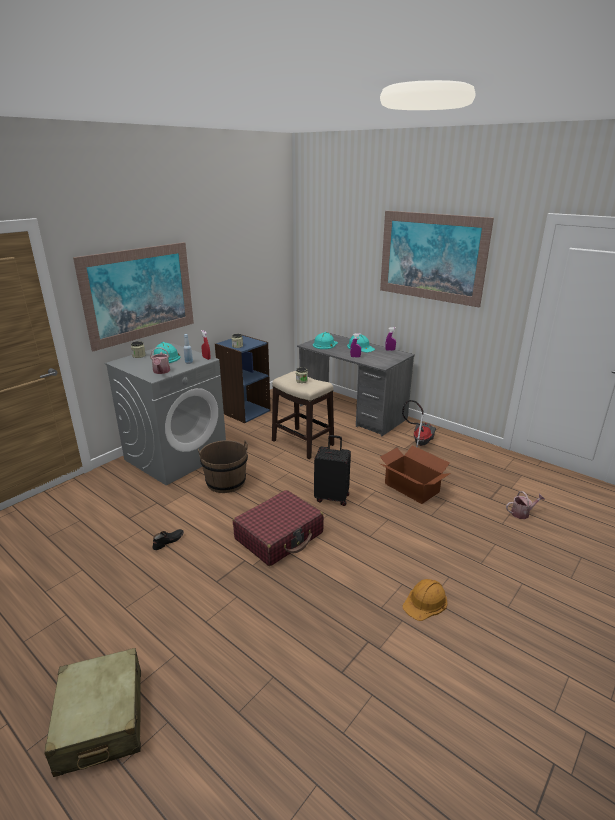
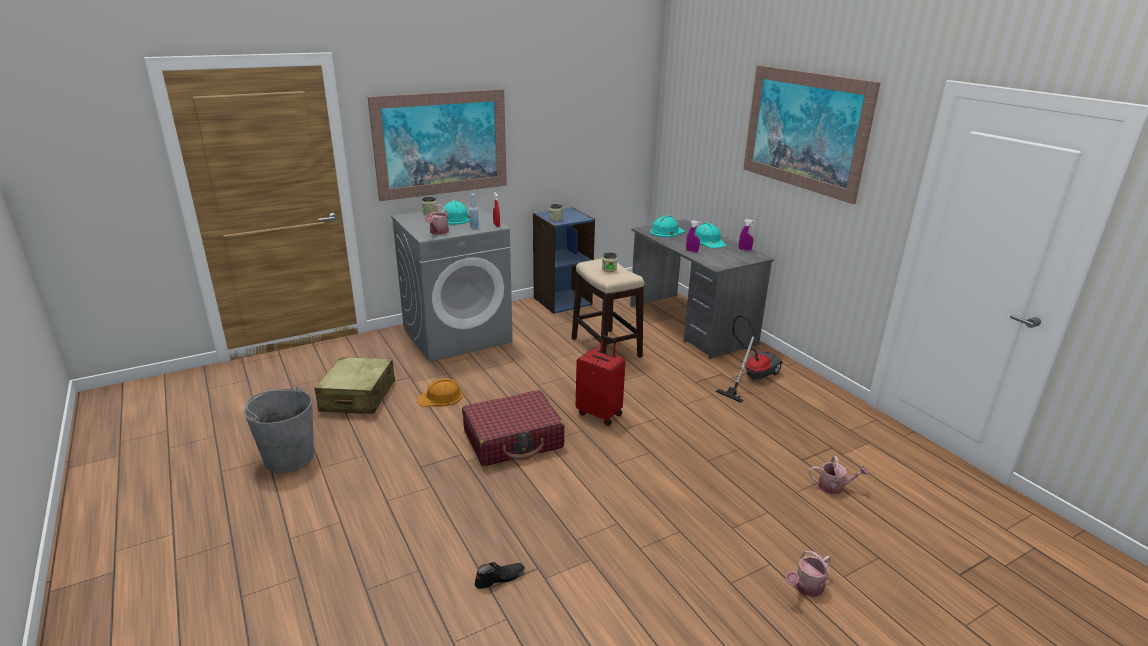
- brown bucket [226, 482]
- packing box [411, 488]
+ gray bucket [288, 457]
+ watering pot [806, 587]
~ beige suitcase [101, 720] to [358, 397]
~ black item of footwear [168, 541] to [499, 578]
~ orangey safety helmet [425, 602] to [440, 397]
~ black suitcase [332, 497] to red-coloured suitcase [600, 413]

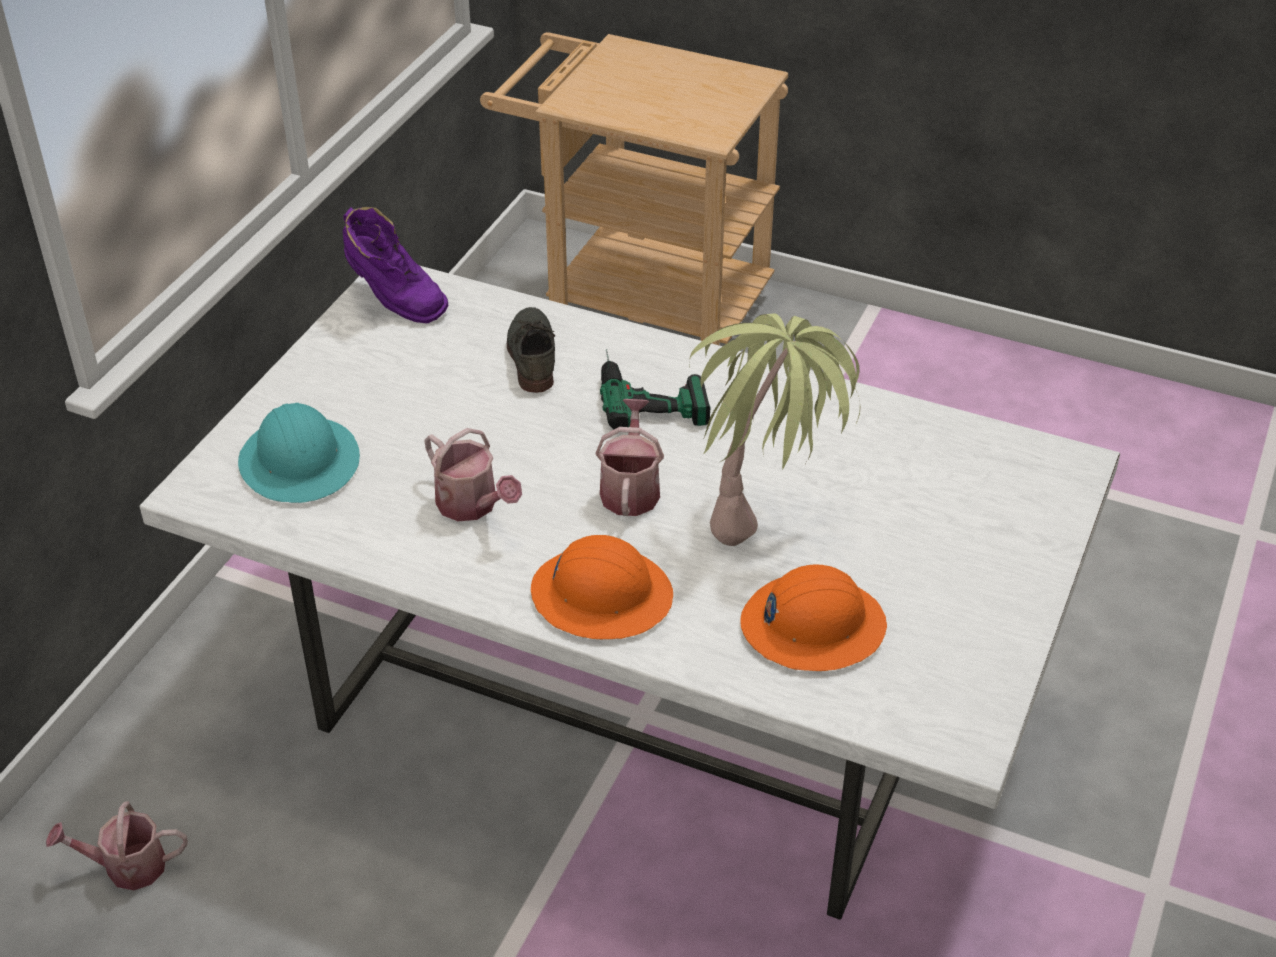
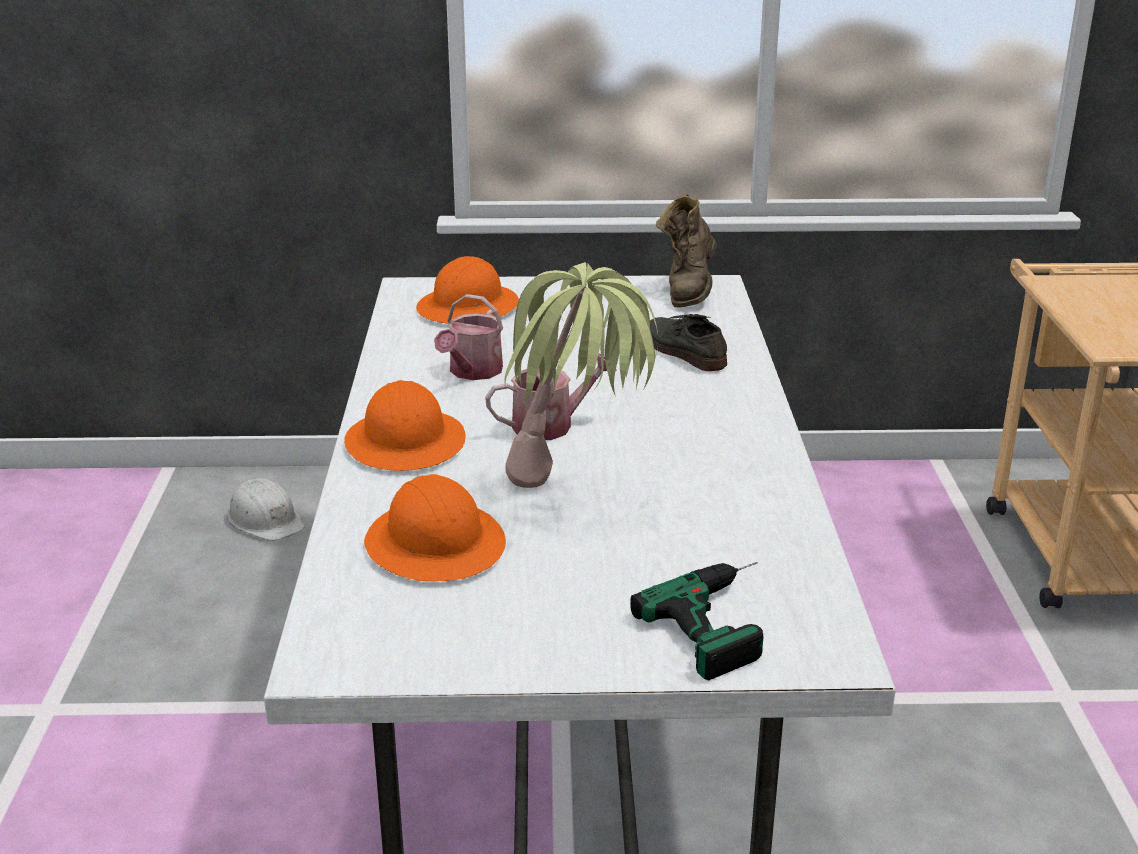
~ drill [650, 392] to [726, 621]
~ watering pot [127, 866] to white-coloured safety helmet [265, 520]
~ turquoise-coloured safety helmet [300, 462] to orangey safety helmet [468, 308]
~ purple high-top boot [394, 300] to brown high-top boot [689, 291]
~ gray item of footwear [531, 354] = [682, 351] 90 degrees counterclockwise

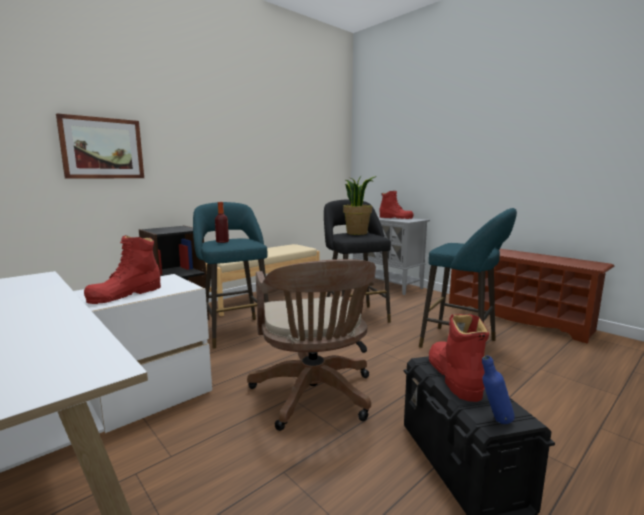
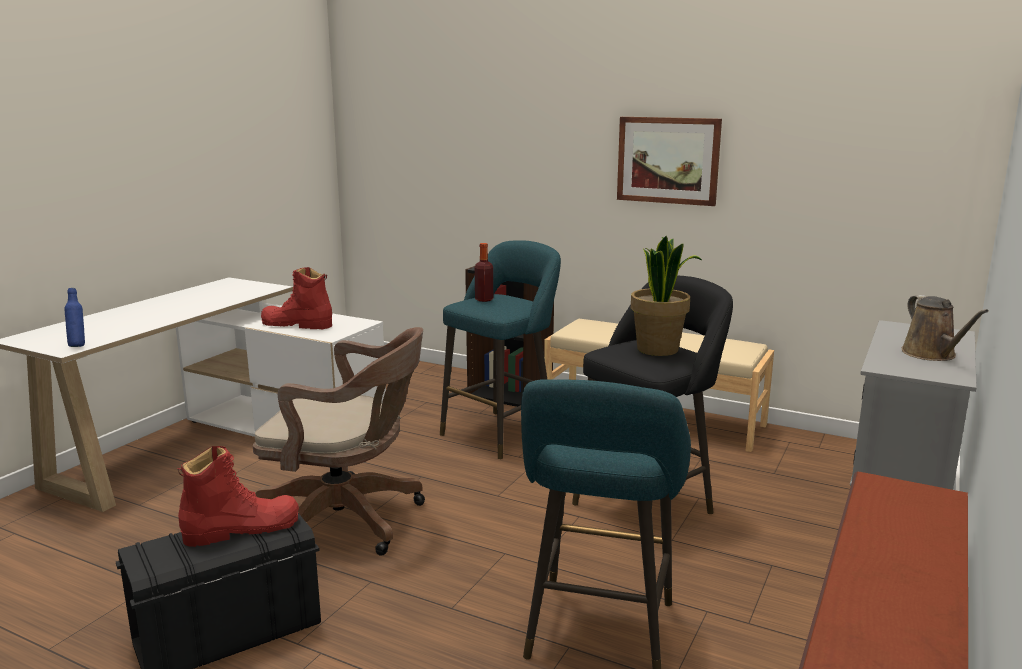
~ wall picture [102, 148] to [668, 160]
~ blue-coloured beverage bottle [494, 421] to [78, 346]
~ red-coloured high-top boot [396, 218] to brown watering pot [932, 355]
~ brown computer chair [315, 397] = [348, 520] 135 degrees counterclockwise

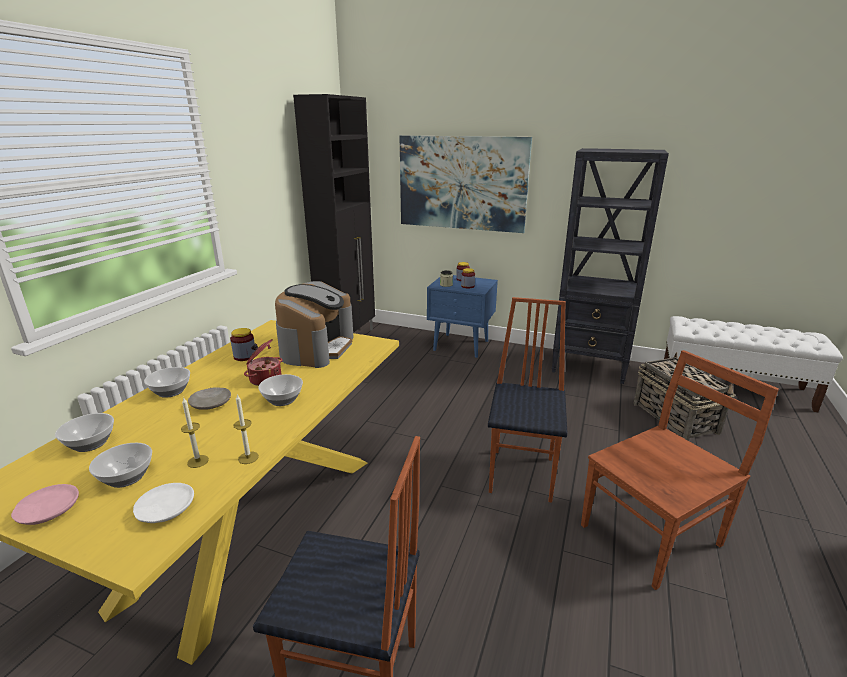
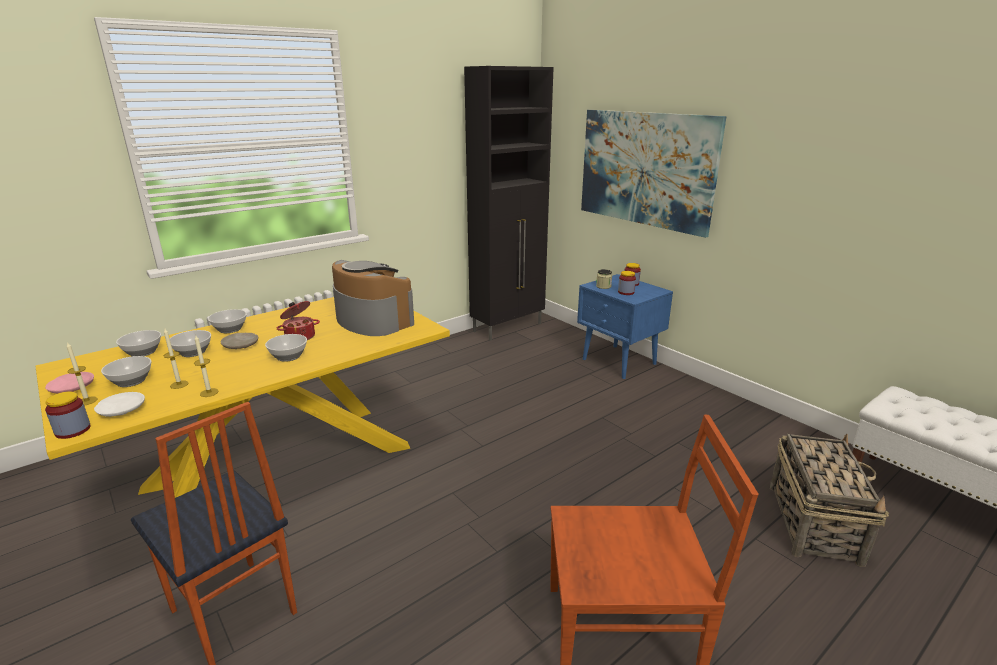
- plain chair [523, 474]
- black bookcase [589, 366]
+ candle [87, 401]
+ deep dish [193, 353]
~ preserve jar [245, 356] to [73, 430]
~ coffee maker [317, 347] = [372, 320] 90 degrees counterclockwise

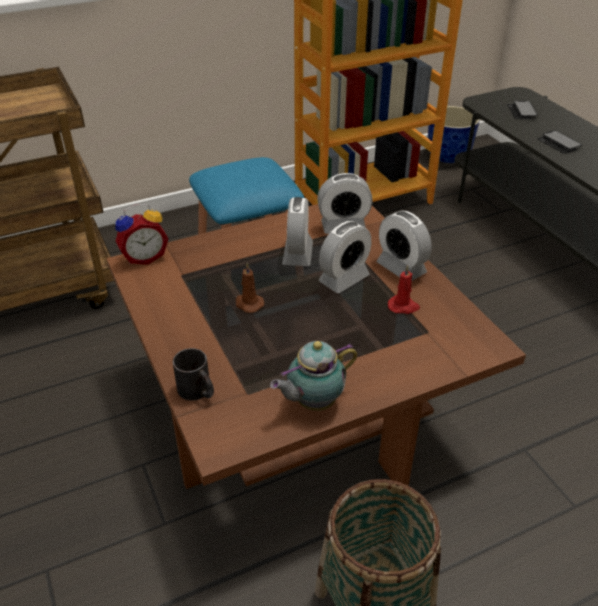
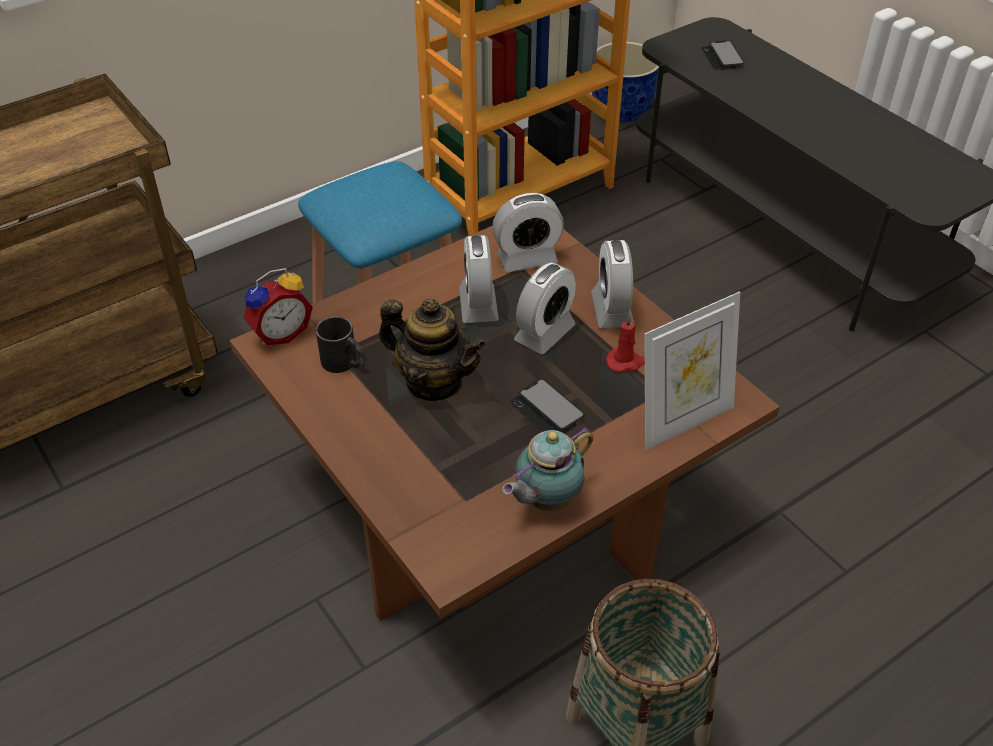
+ standing frame [683, 421]
~ black tea mug [198, 392] to [344, 363]
~ phone [559, 143] to [547, 410]
~ brown candle [248, 304] to tea pot [434, 382]
~ alarm clock [401, 268] = [612, 310] 45 degrees clockwise

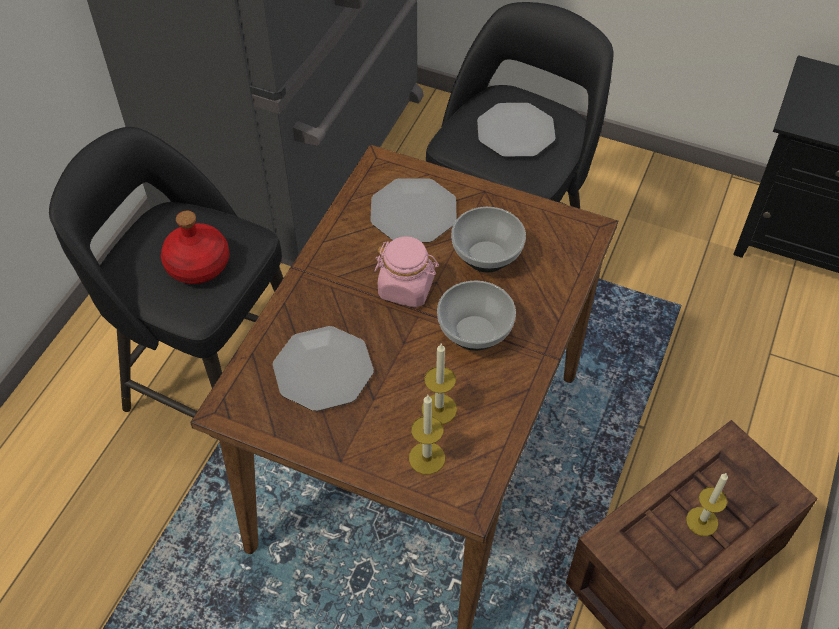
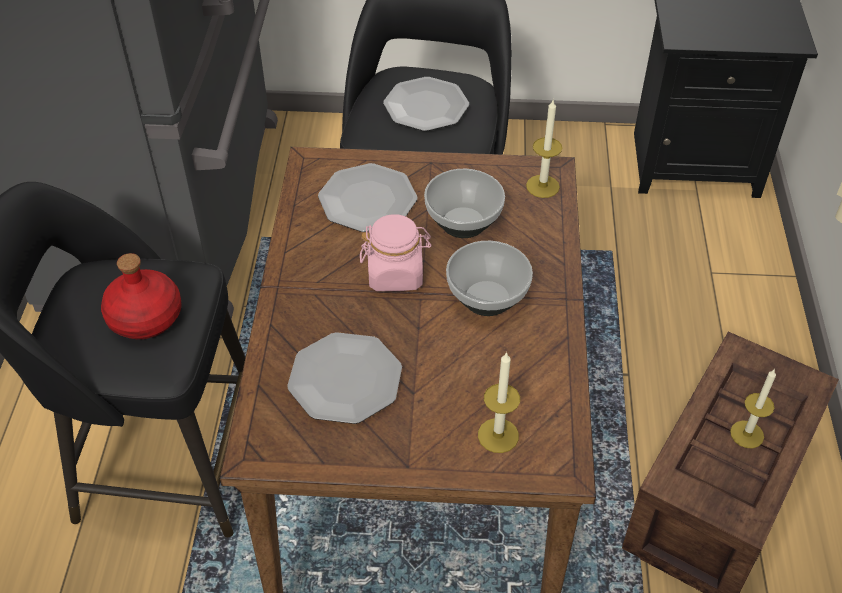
~ candle [439, 409] to [542, 186]

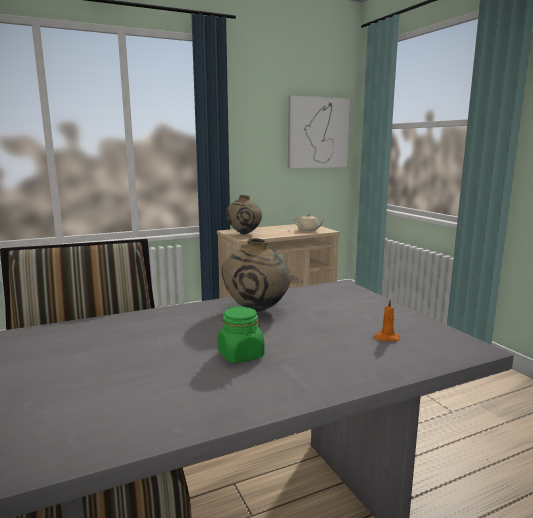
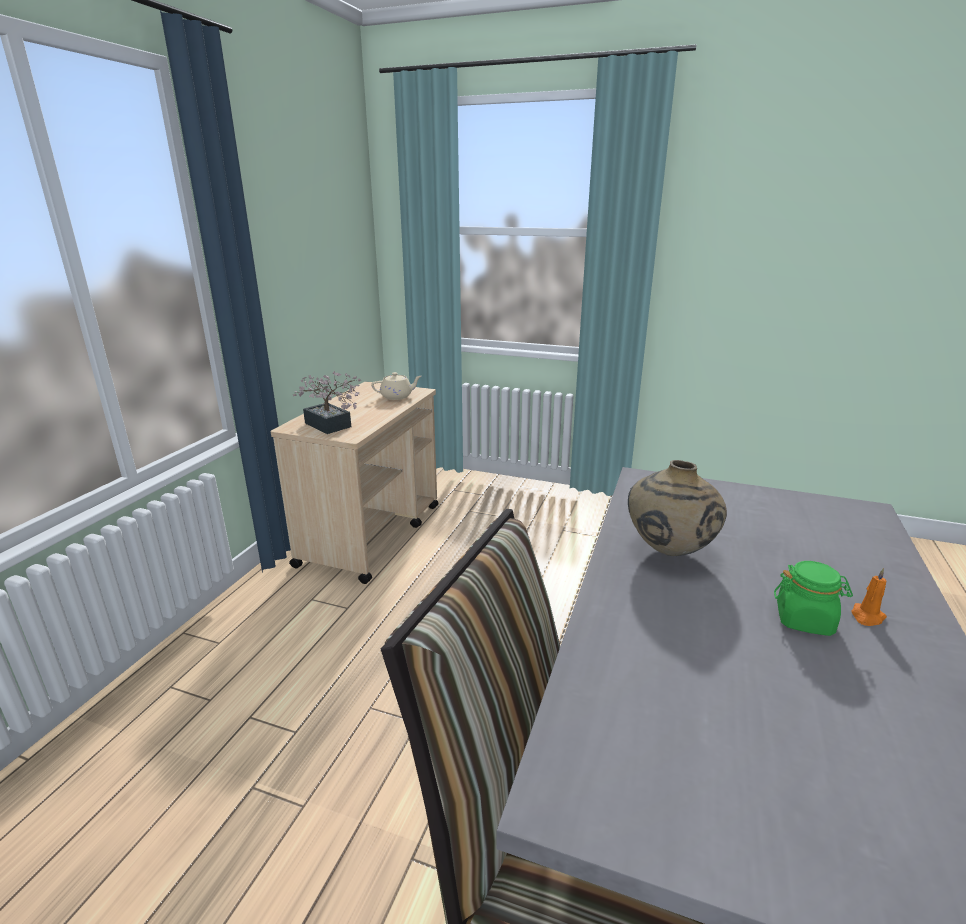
- wall picture [318, 133]
~ orangey candle [385, 338] to [867, 616]
~ beige decorative vase [244, 234] to plant in a pot [330, 426]

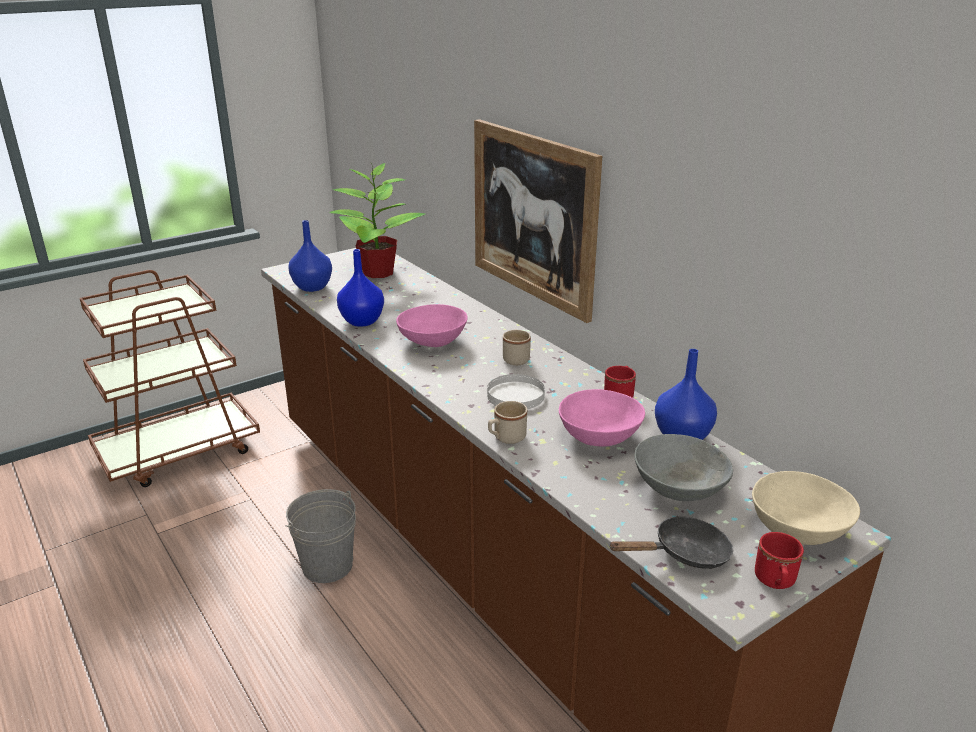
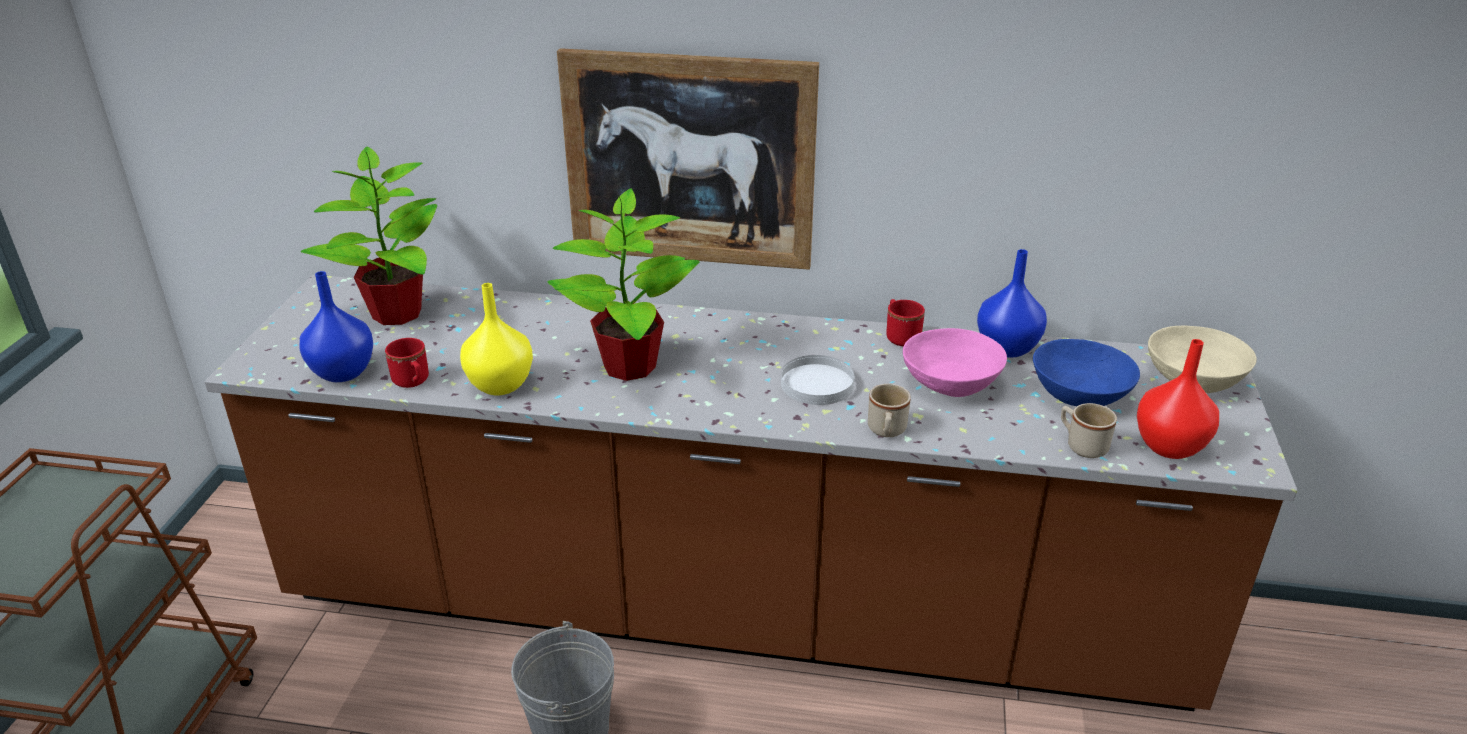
~ beige tea mug [516, 358] to [1081, 445]
~ red-coloured tea mug [775, 582] to [413, 382]
~ pinkish deep dish [433, 340] to plant in a pot [628, 367]
~ black pan [684, 554] to red-coloured decorative vase [1170, 447]
~ blue-coloured decorative vase [361, 321] to yellowish decorative vase [499, 385]
~ gray deep dish [678, 488] to blue-coloured deep dish [1079, 396]

